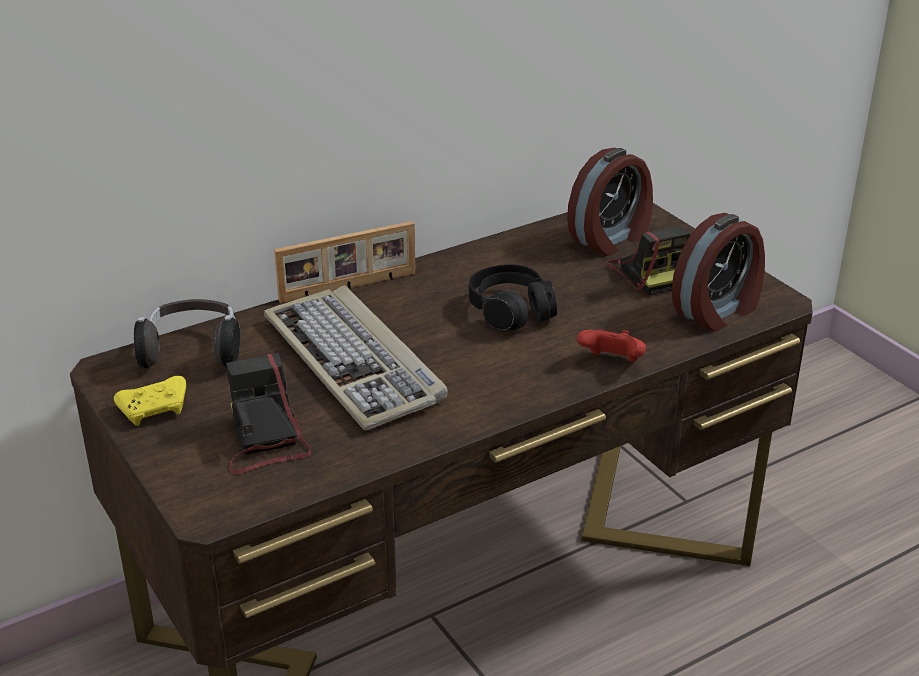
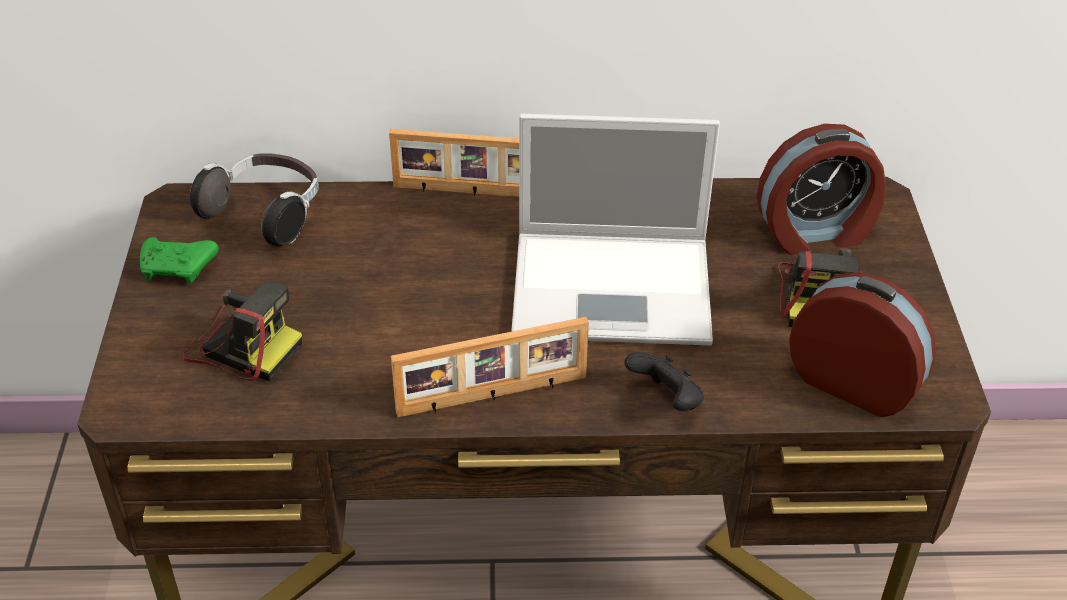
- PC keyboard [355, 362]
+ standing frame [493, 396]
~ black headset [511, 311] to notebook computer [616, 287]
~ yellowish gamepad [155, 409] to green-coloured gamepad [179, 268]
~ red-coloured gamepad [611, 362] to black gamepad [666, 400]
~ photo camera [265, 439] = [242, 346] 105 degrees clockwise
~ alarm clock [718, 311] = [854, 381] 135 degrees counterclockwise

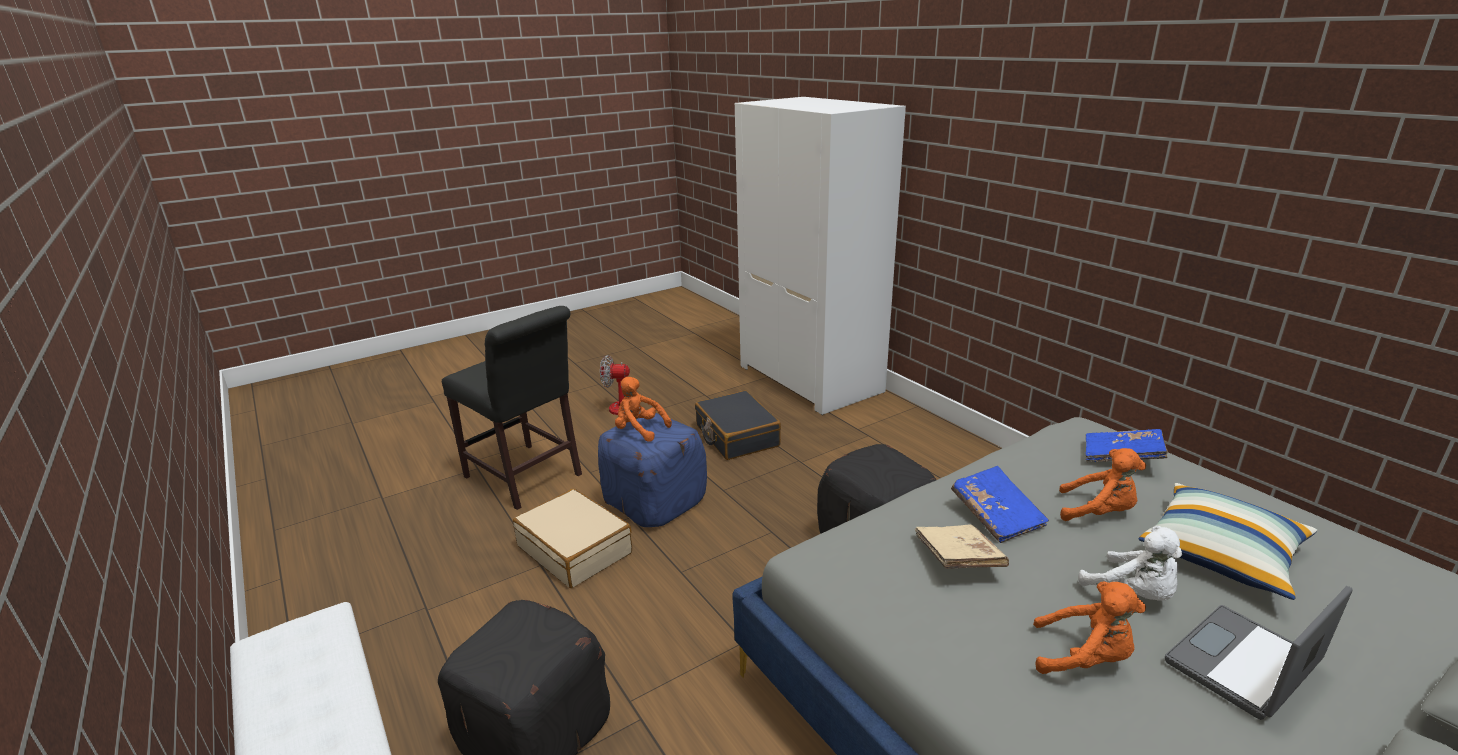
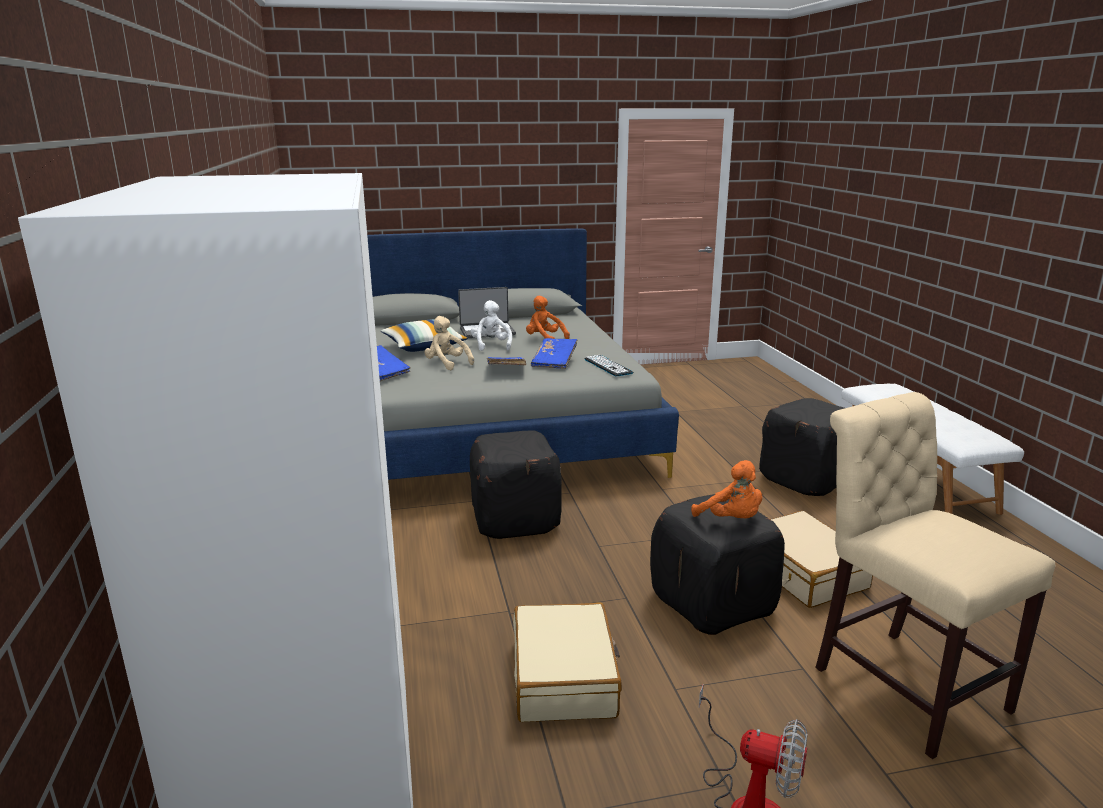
+ PC keyboard [608, 366]
~ black plain chair [526, 478] to beige plain chair [902, 682]
~ blue-coloured pouffe [655, 501] to black pouffe [712, 603]
~ black suitcase [736, 436] to beige suitcase [565, 677]
~ beige volume [957, 559] to blue-coloured volume [554, 362]
~ orangey cuddly toy [1098, 512] to beige cuddly toy [447, 364]

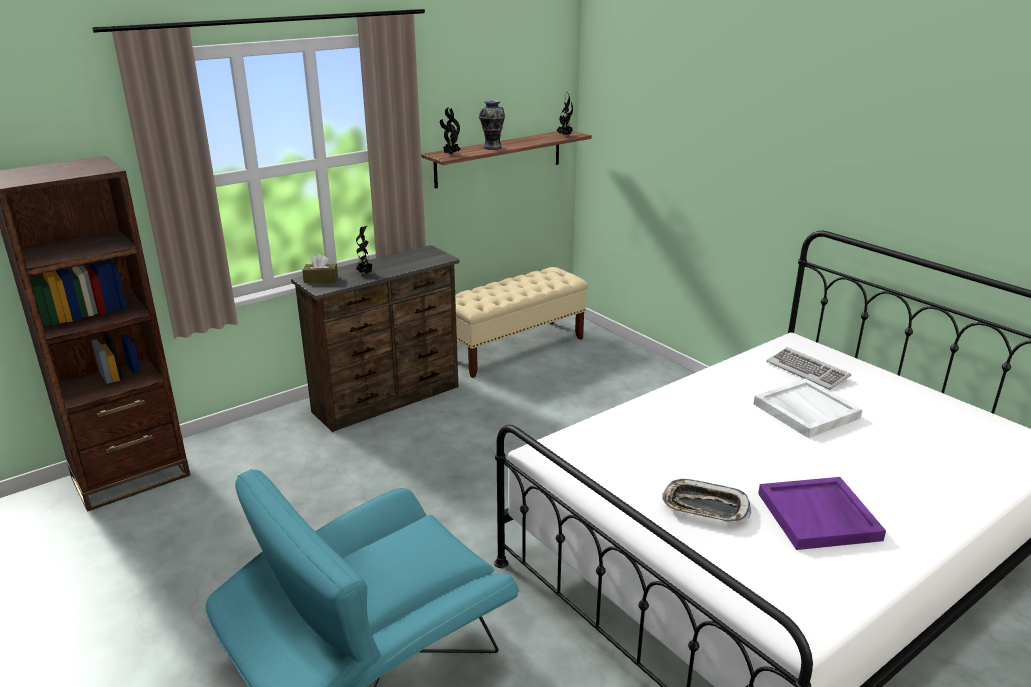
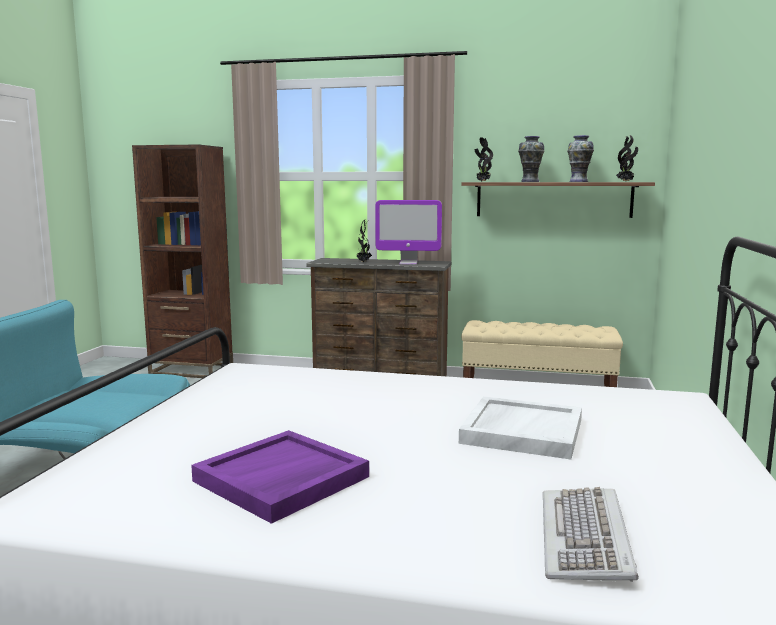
- brown box of tissues [321, 279]
- tray [704, 507]
+ computer screen [408, 263]
+ decorative vase [578, 181]
~ PC keyboard [808, 371] to [586, 538]

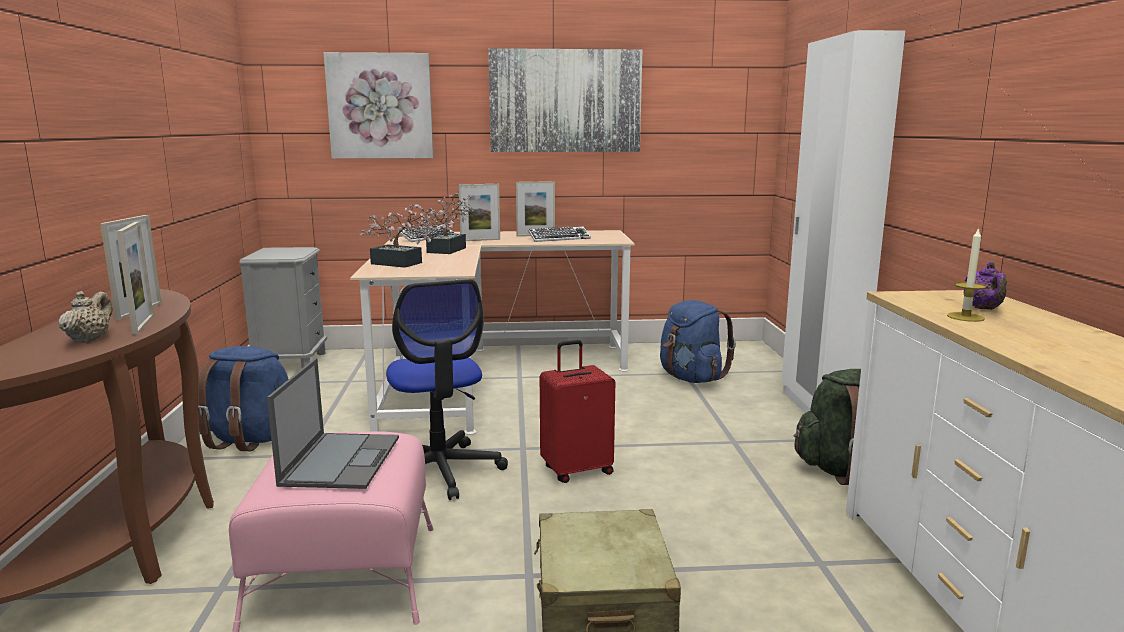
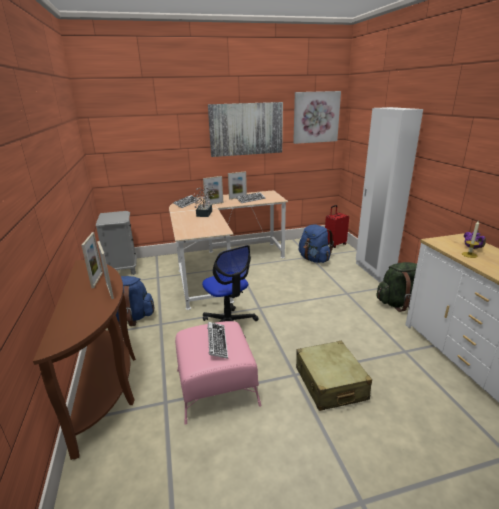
- beige tea pot [89, 339]
- plant in a pot [401, 264]
~ wall picture [380, 106] to [316, 117]
~ red-coloured suitcase [576, 470] to [335, 244]
~ notebook computer [341, 460] to PC keyboard [217, 342]

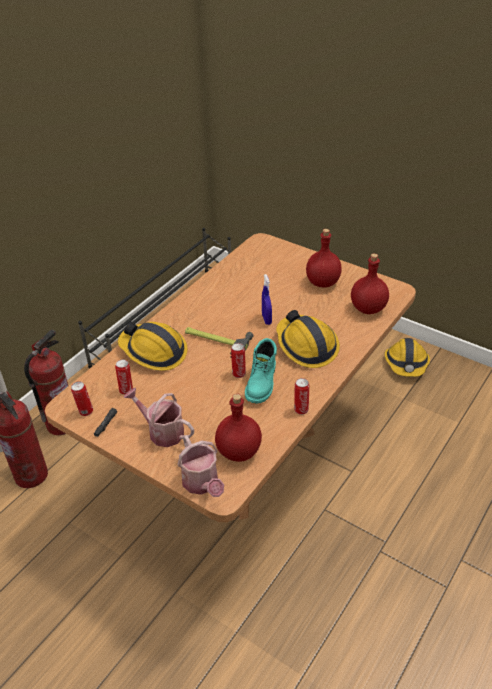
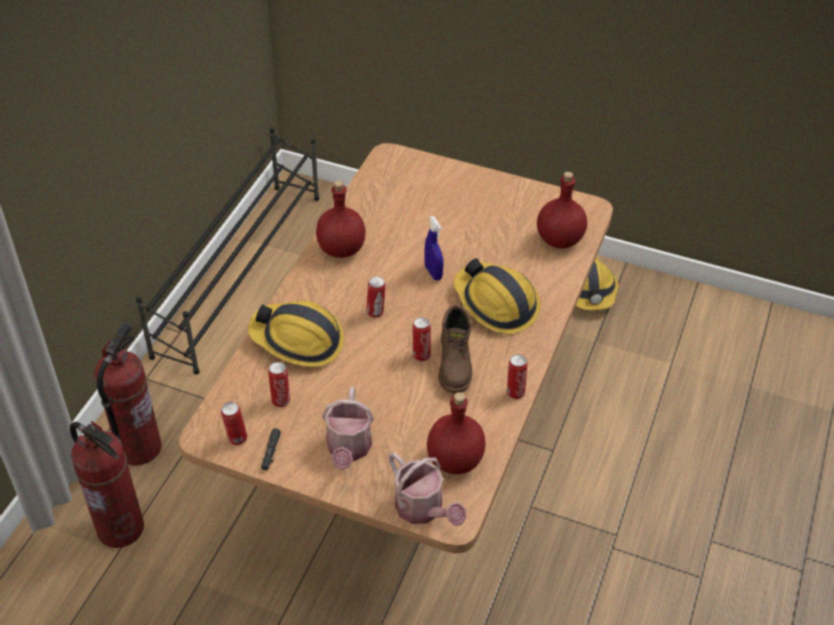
~ red-coloured beverage bottle [323, 282] to [341, 248]
~ tool hammer [216, 340] to can [376, 312]
~ turquoise-coloured high-top boot [262, 383] to brown high-top boot [455, 364]
~ watering pot [162, 431] = [348, 449] 105 degrees counterclockwise

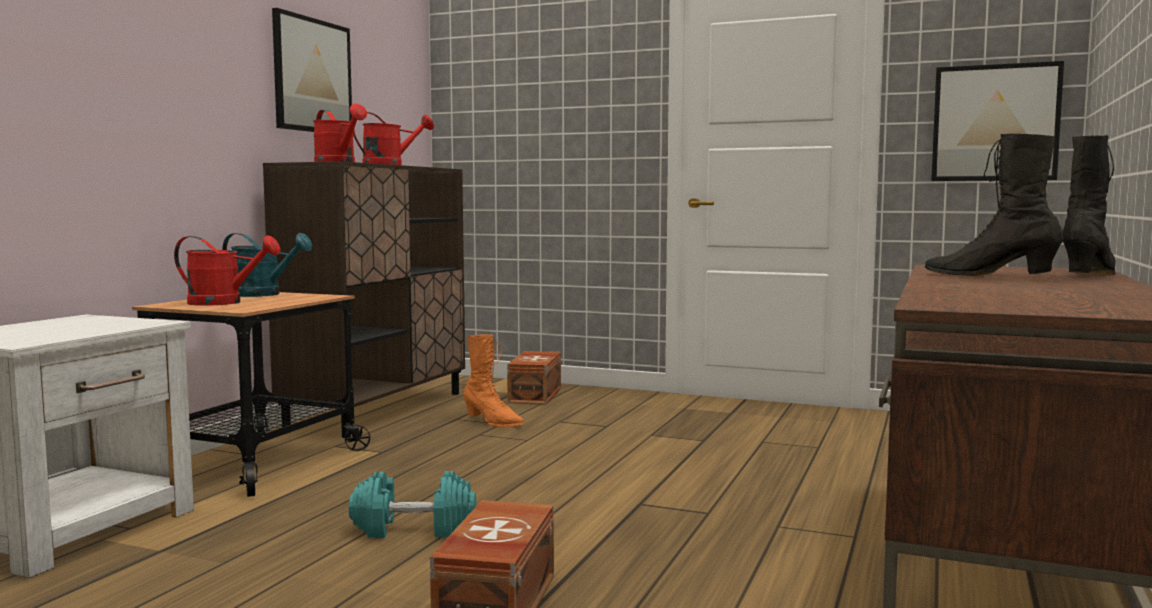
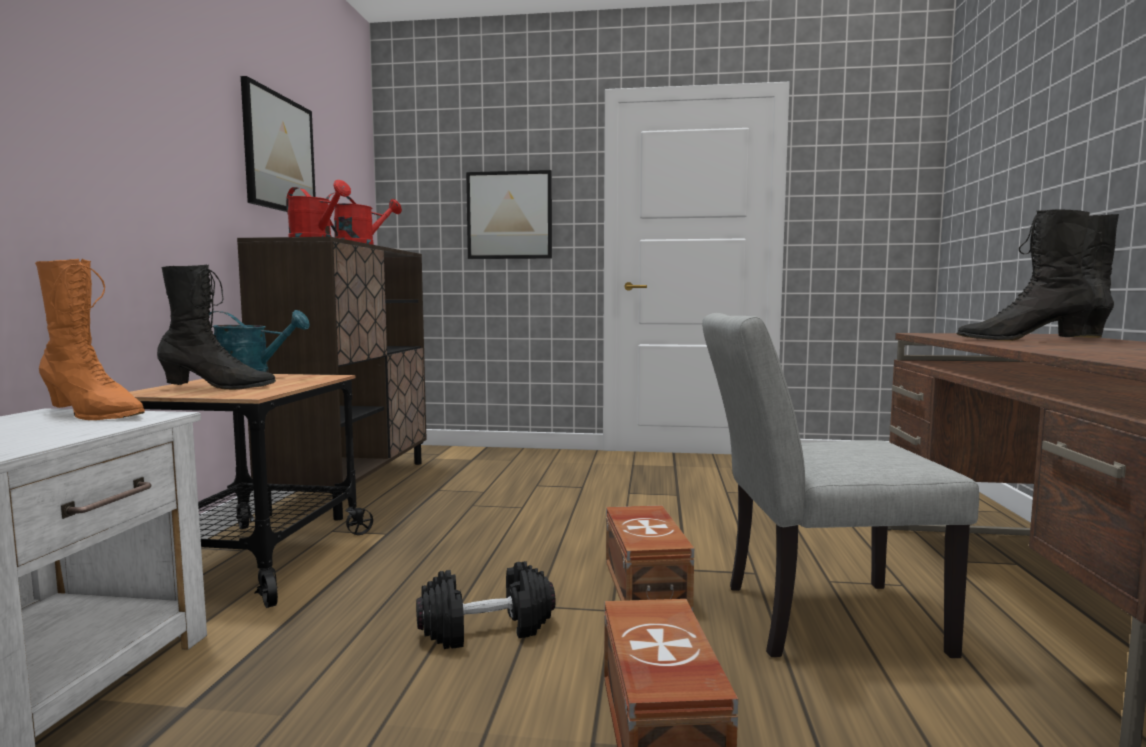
+ gray plain chair [813, 618]
~ orangey high-top boot [492, 422] to [93, 414]
~ brown storage container [536, 395] to [647, 584]
~ wall picture [995, 123] to [509, 215]
~ red-coloured watering pot [224, 303] to black high-top boot [218, 387]
~ turquoise-coloured hand weight [414, 528] to black hand weight [487, 629]

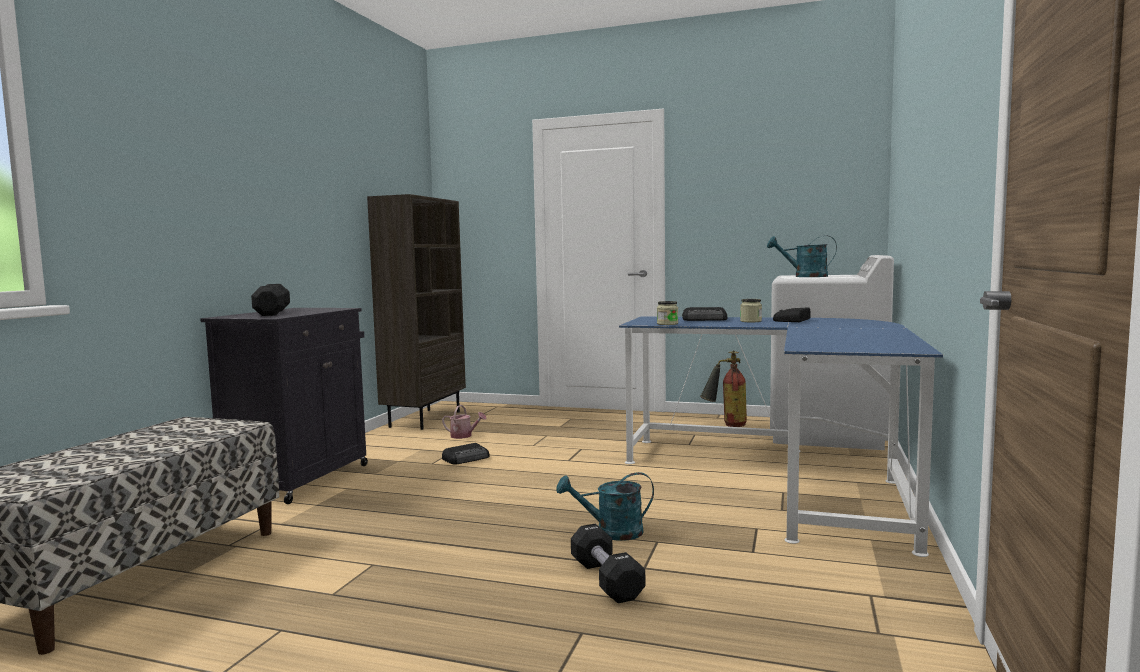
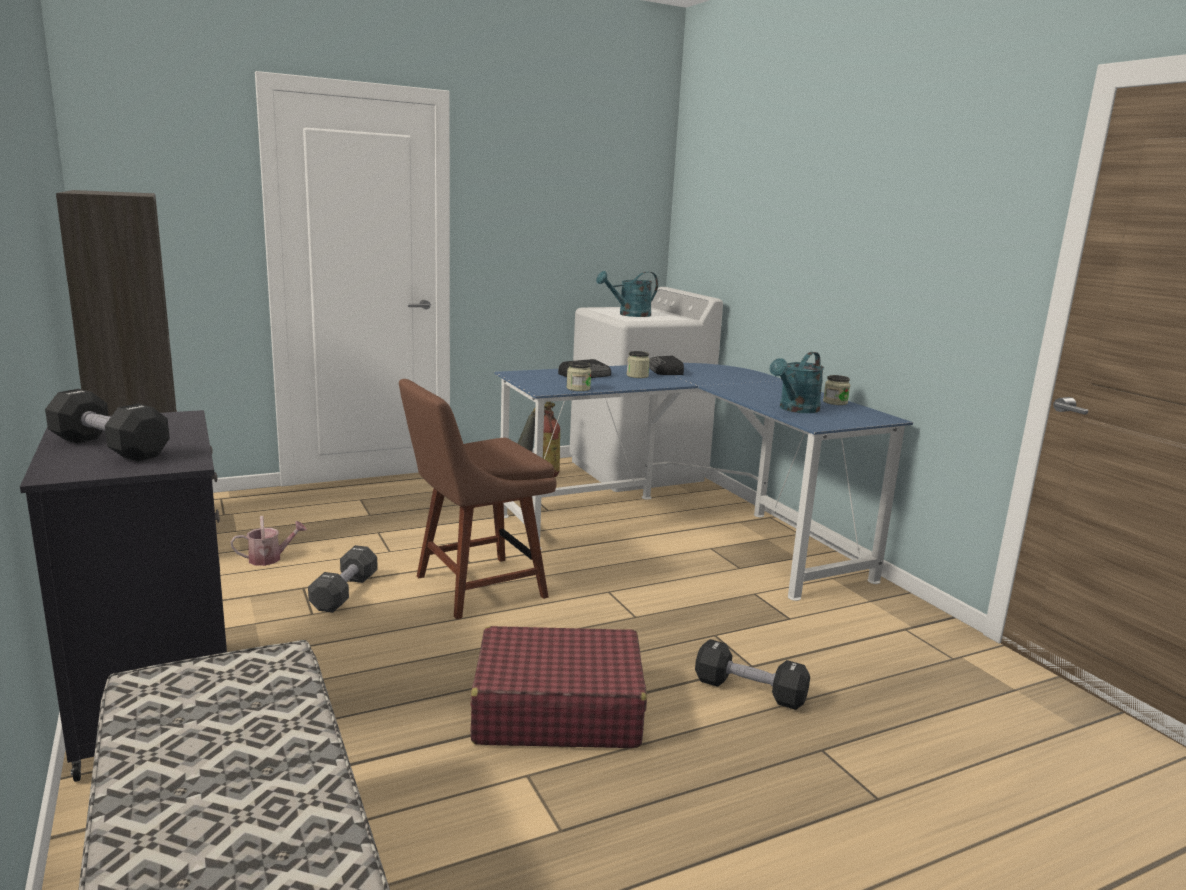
+ brown plain chair [474, 588]
+ red-coloured suitcase [557, 709]
+ preserve jar [835, 402]
~ turquoise-coloured watering pot [611, 532] to [795, 409]
~ radio receiver [467, 458] to black hand weight [344, 593]

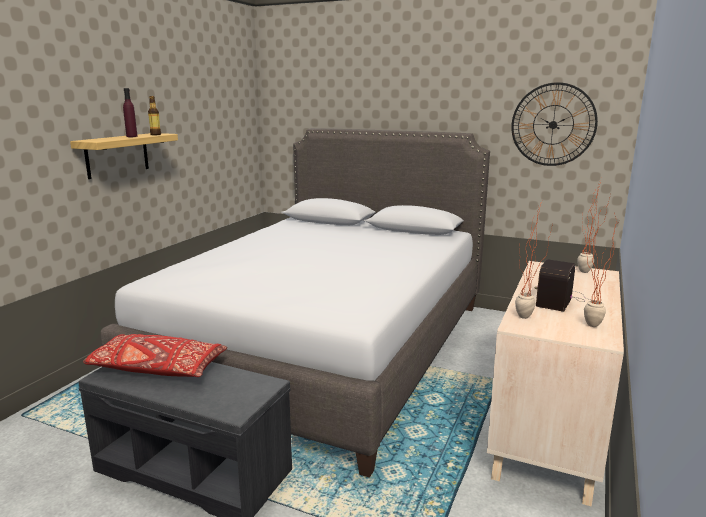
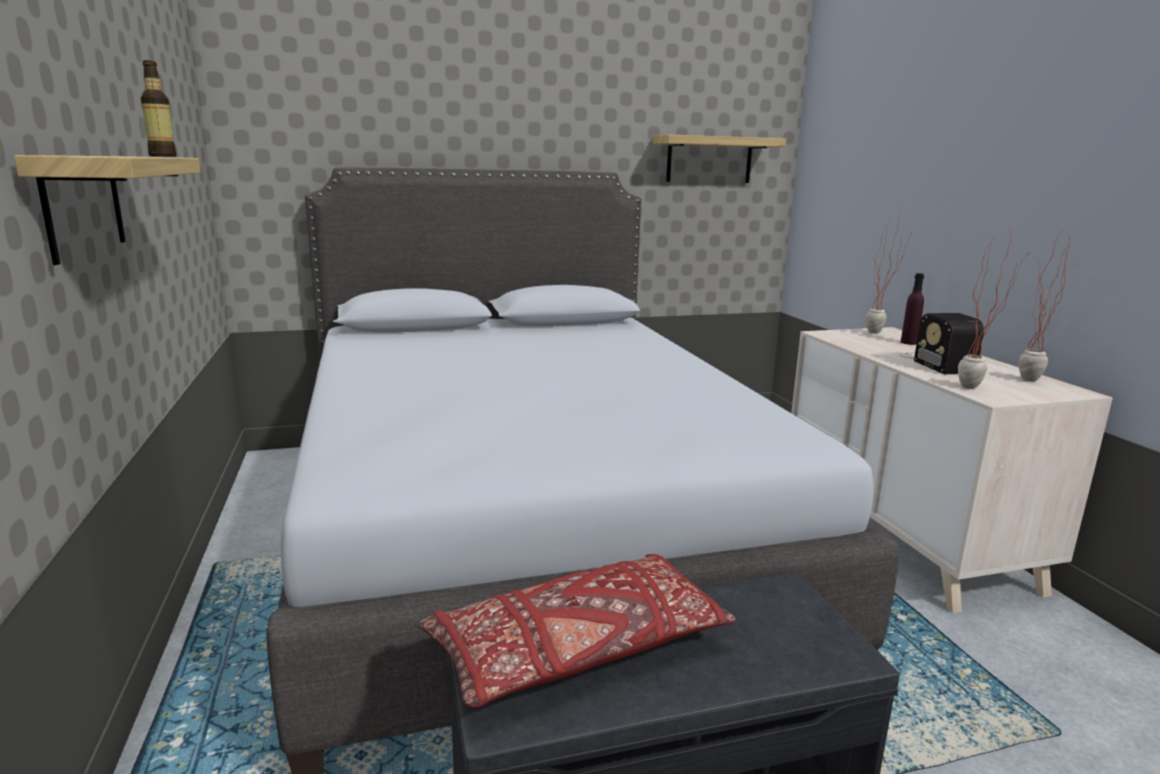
~ purple beverage bottle [132, 136] to [908, 342]
~ hanging clock [553, 124] to bracket shelf [709, 160]

